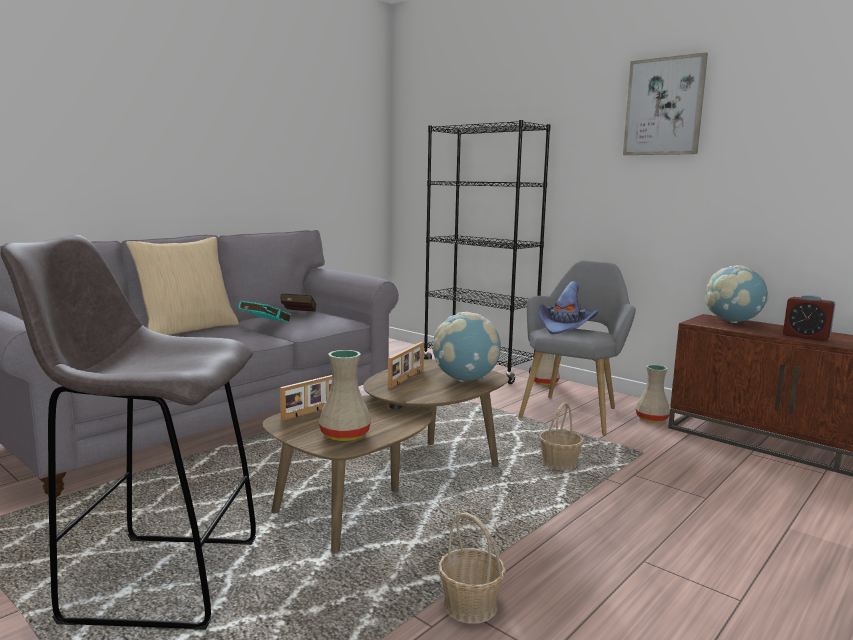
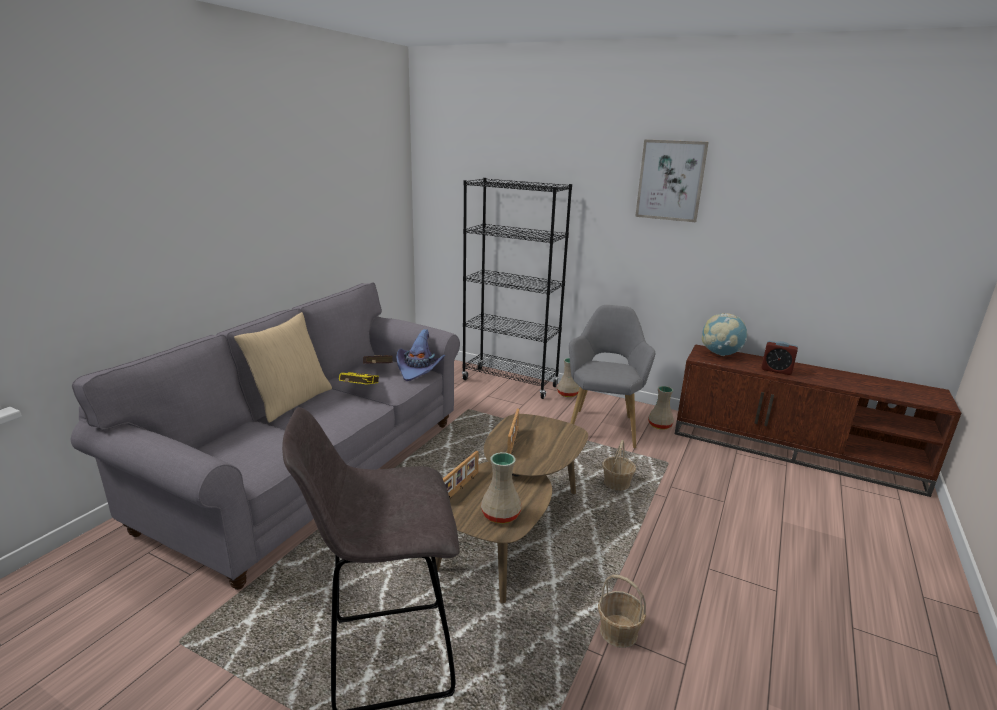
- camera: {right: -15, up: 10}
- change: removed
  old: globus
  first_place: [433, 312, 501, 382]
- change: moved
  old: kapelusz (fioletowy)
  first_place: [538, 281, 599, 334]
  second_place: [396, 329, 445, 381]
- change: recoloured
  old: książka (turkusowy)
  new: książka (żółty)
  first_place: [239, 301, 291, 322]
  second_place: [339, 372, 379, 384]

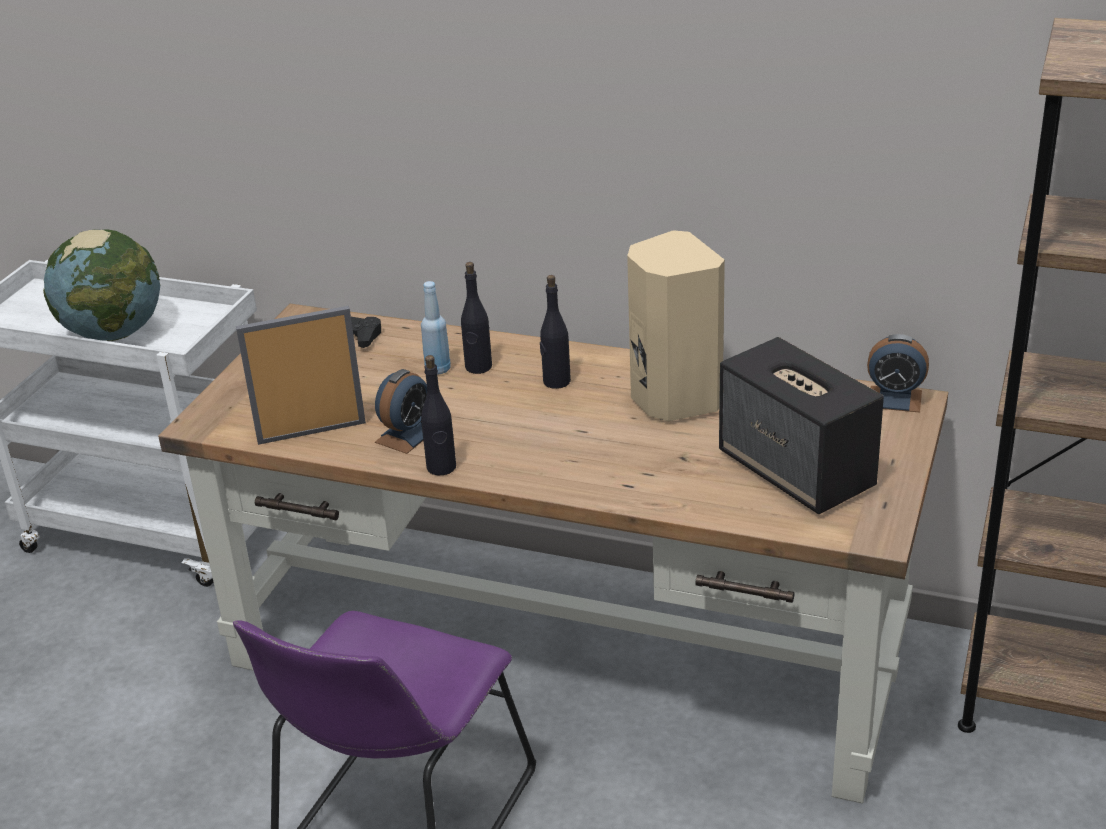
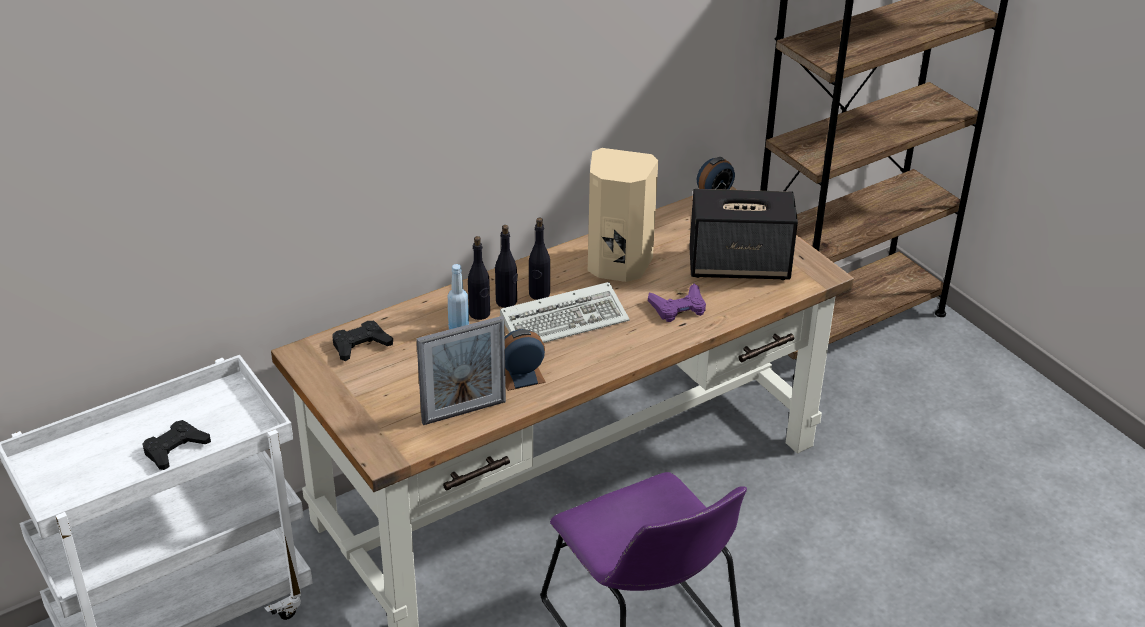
- camera: {right: -55, up: 5}
- change: added
  new: klawiatura
  second_place: [500, 282, 630, 343]
- change: added
  new: pad do gier (fioletowy)
  second_place: [648, 283, 706, 322]
- change: moved
  old: butelka (czarny)
  first_place: [421, 355, 456, 475]
  second_place: [495, 225, 518, 308]
- change: replaced
  old: globus
  new: pad do gier (czarny)
  first_place: [43, 229, 160, 341]
  second_place: [142, 420, 211, 470]
- change: turned
  old: ramka na zdjęcie
  first_place: [236, 306, 366, 445]
  second_place: [416, 316, 506, 425]
  degrees: -135
- change: turned
  old: budzik
  first_place: [375, 369, 427, 454]
  second_place: [505, 329, 546, 391]
  degrees: -90

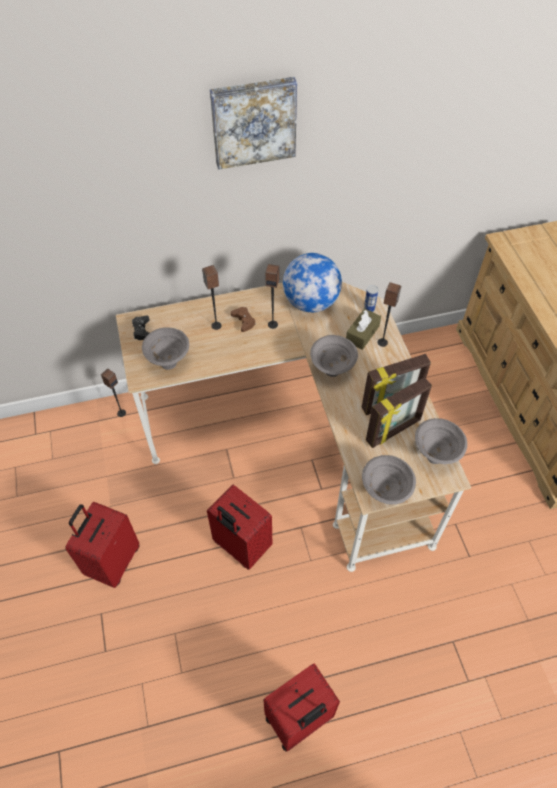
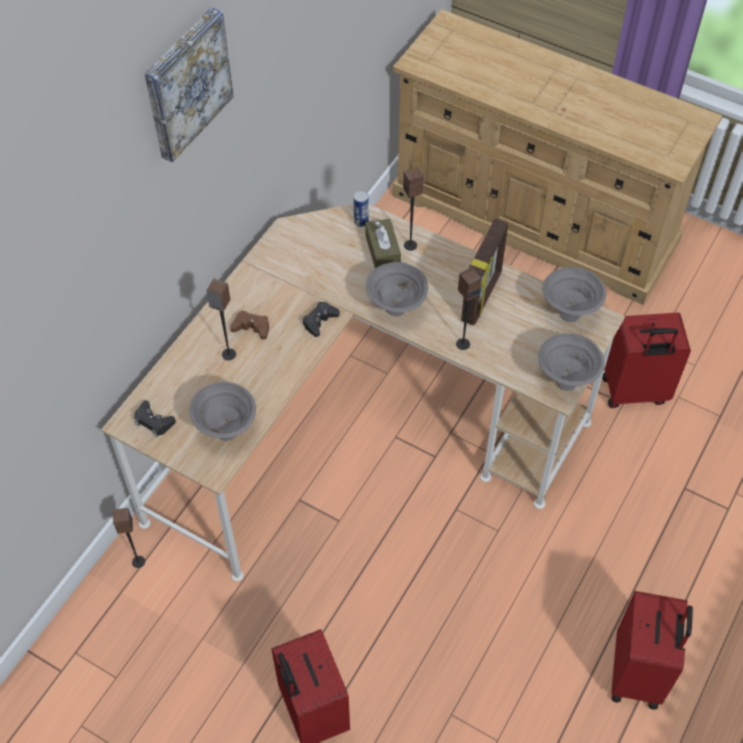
- camera: {right: -45, up: 0}
- change: removed
  old: globus
  first_place: [283, 253, 342, 313]
- change: removed
  old: ramka na zdjęcie
  first_place: [366, 377, 432, 448]
- change: added
  new: pad do gier (czarny)
  second_place: [303, 302, 340, 337]
- change: moved
  old: walizka (czerwony)
  first_place: [207, 484, 272, 570]
  second_place: [602, 313, 691, 408]
- change: moved
  old: głośnik
  first_place: [265, 264, 279, 329]
  second_place: [456, 267, 482, 350]

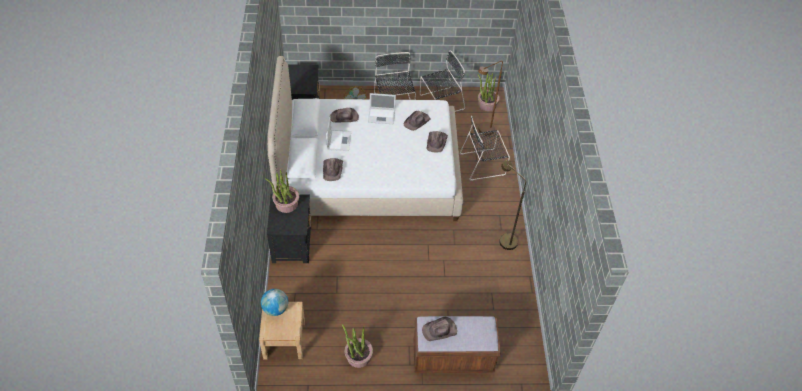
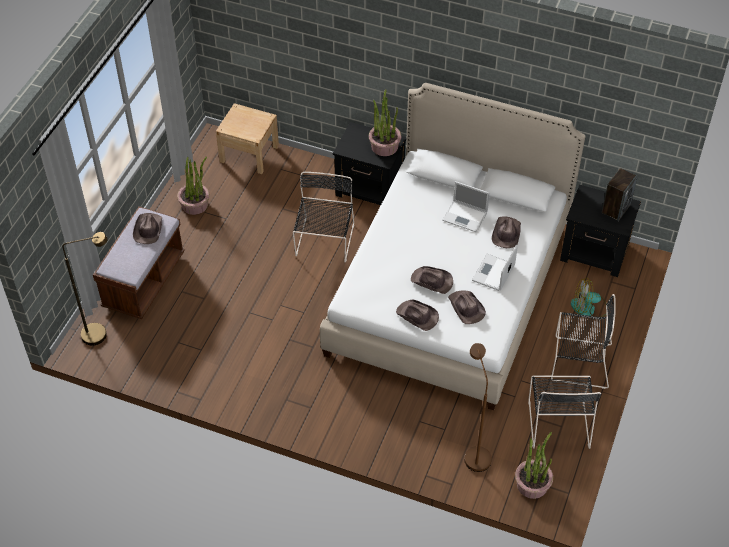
- camera: {right: 115, up: 0}
- change: removed
  old: globus
  first_place: [261, 289, 288, 316]
- change: added
  new: głośnik
  second_place: [602, 168, 638, 221]
- change: moved
  old: kapelusz (brązowy)
  first_place: [323, 158, 343, 181]
  second_place: [411, 266, 453, 294]
- change: moved
  old: krzesło (czarny)
  first_place: [460, 116, 510, 181]
  second_place: [293, 172, 354, 262]
- change: moved
  old: lampa stojąca (brązowy)
  first_place: [499, 160, 526, 250]
  second_place: [62, 232, 107, 346]

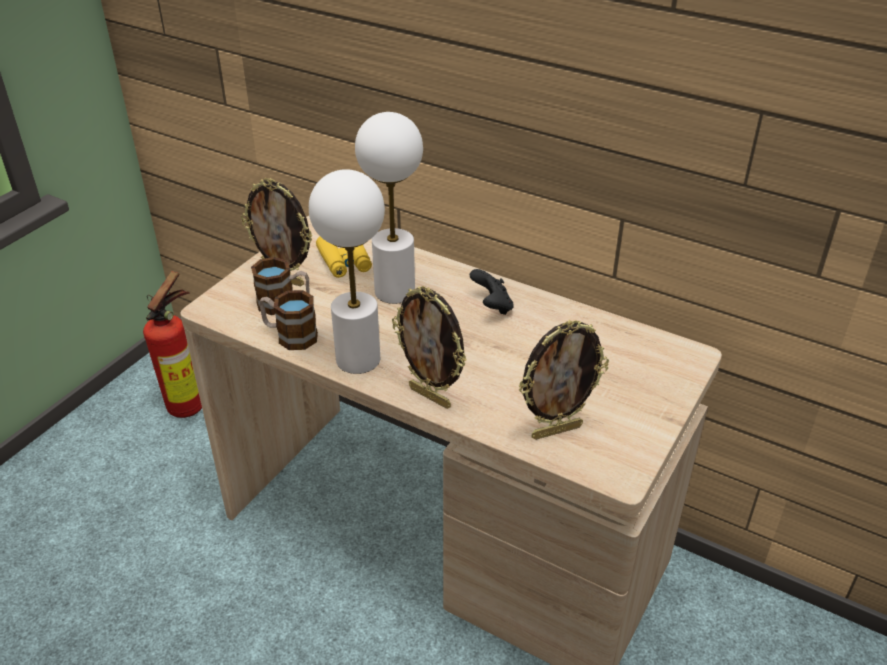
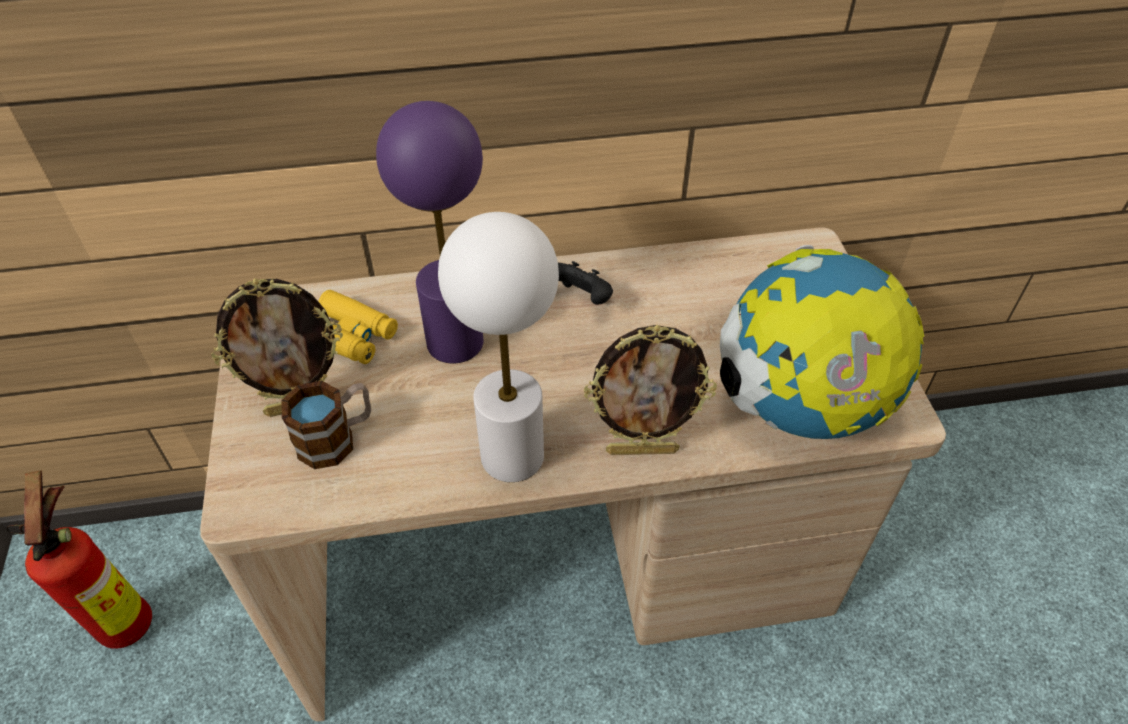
- camera: {right: -40, up: 10}
- change: removed
  old: kubek
  first_place: [259, 290, 318, 350]
- change: replaced
  old: ramka na zdjęcie
  new: globus
  first_place: [518, 320, 609, 440]
  second_place: [720, 245, 924, 439]
- change: recoloured
  old: lampa stołowa (biały)
  new: lampa stołowa (fioletowy)
  first_place: [355, 112, 423, 304]
  second_place: [376, 101, 483, 364]

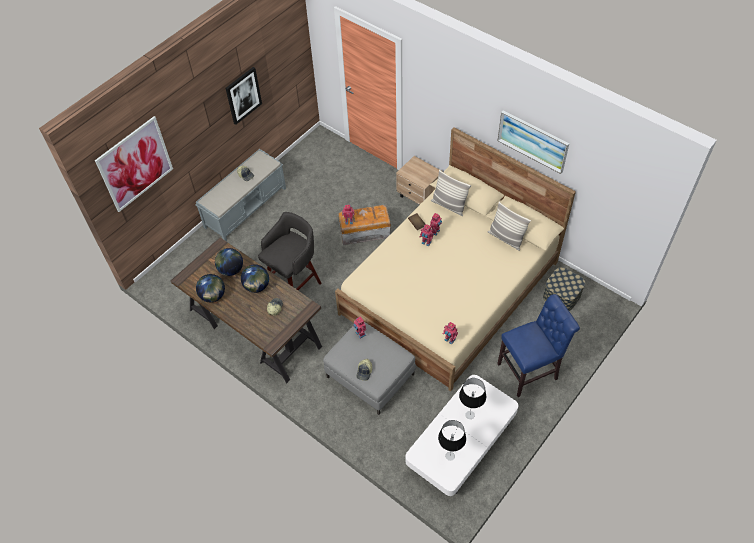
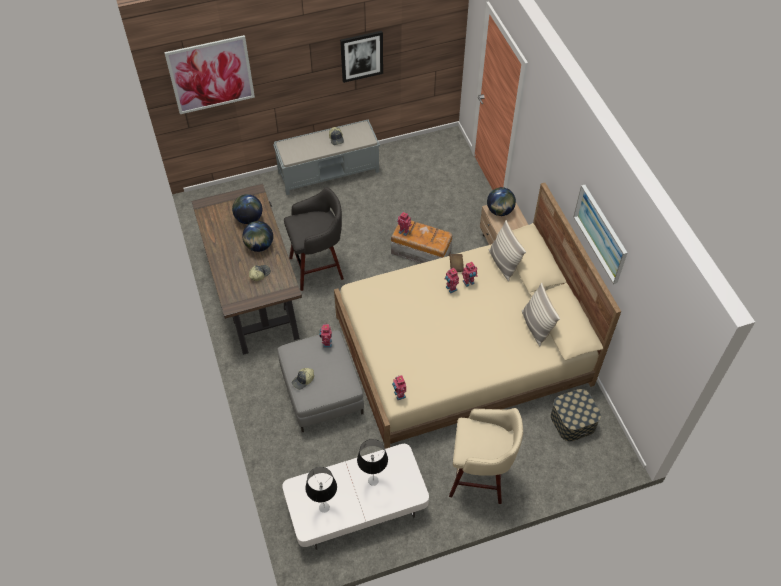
- camera: {right: 30, up: 0}
- change: moved
  old: globus
  first_place: [196, 274, 225, 302]
  second_place: [487, 187, 516, 216]
- change: replaced
  old: krzesło (niebieski)
  new: stołek (beżowy)
  first_place: [497, 294, 580, 397]
  second_place: [449, 408, 523, 504]

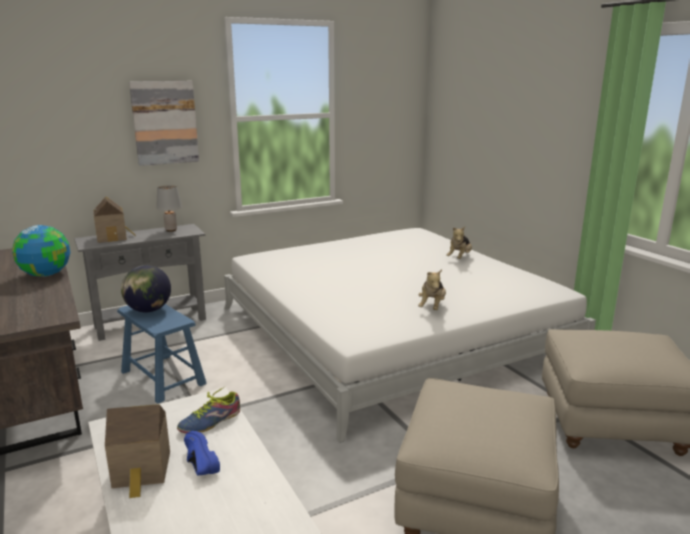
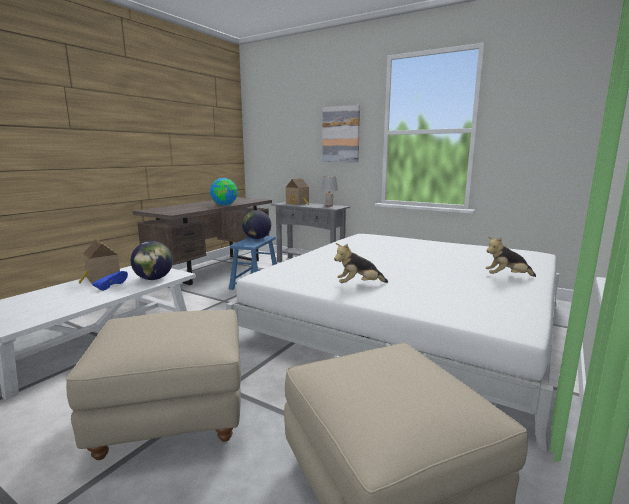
- camera: {right: 60, up: -5}
- change: replaced
  old: but
  new: globus
  first_place: [177, 386, 240, 433]
  second_place: [131, 241, 173, 280]

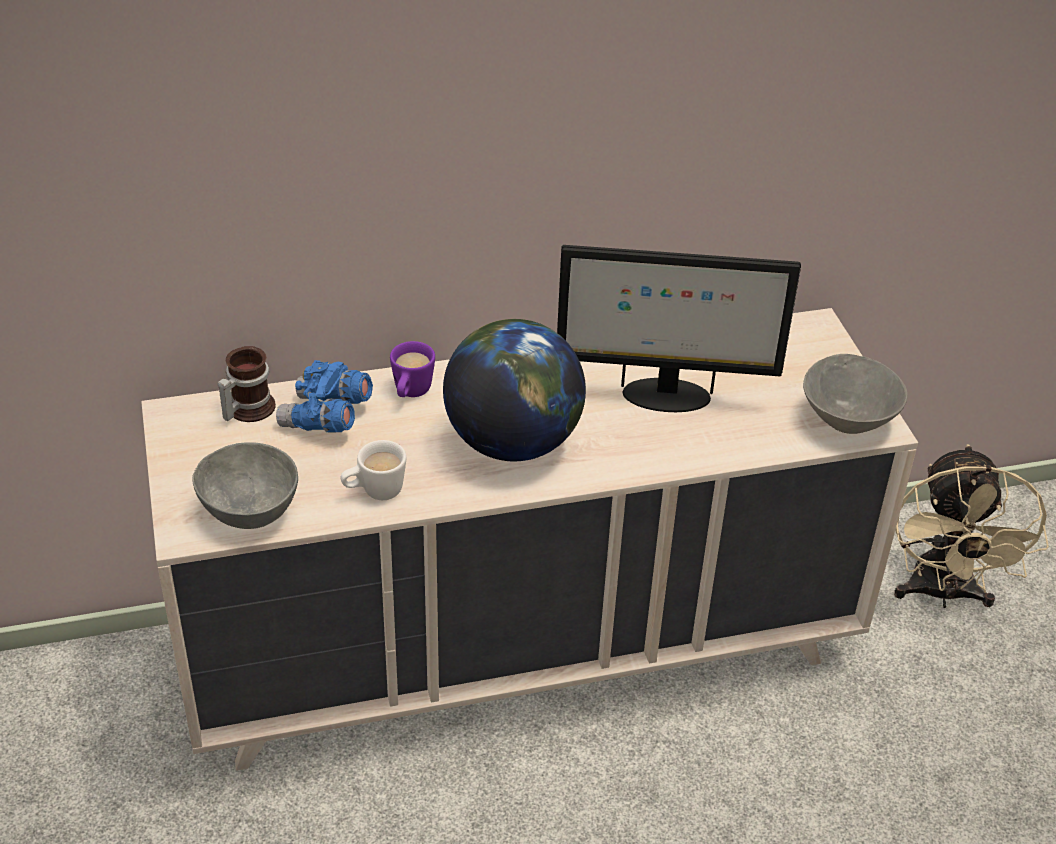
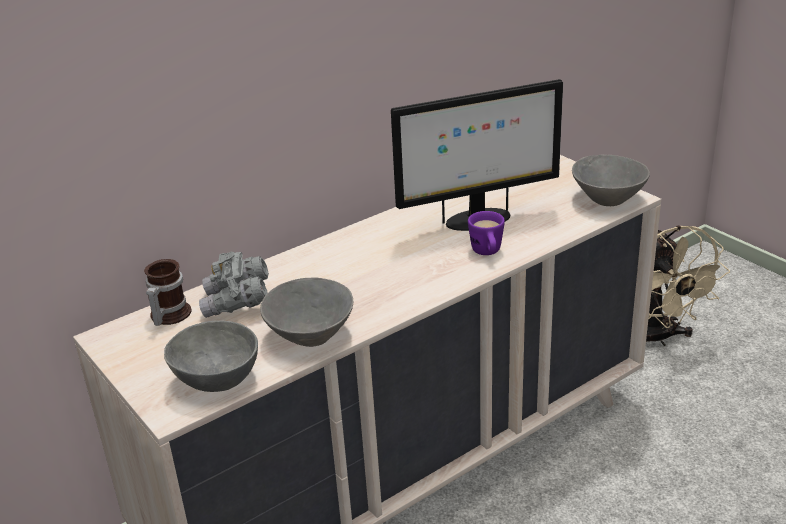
- camera: {right: -20, up: -10}
- change: removed
  old: globus
  first_place: [443, 319, 586, 461]
- change: moved
  old: kubek (fioletowy)
  first_place: [390, 341, 435, 397]
  second_place: [468, 211, 505, 255]
- change: replaced
  old: kubek (biały)
  new: miska (szary)
  first_place: [341, 440, 406, 500]
  second_place: [260, 277, 353, 347]
- change: recoloured
  old: lornetka (niebieski)
  new: lornetka (szary)
  first_place: [276, 360, 373, 433]
  second_place: [199, 251, 269, 318]

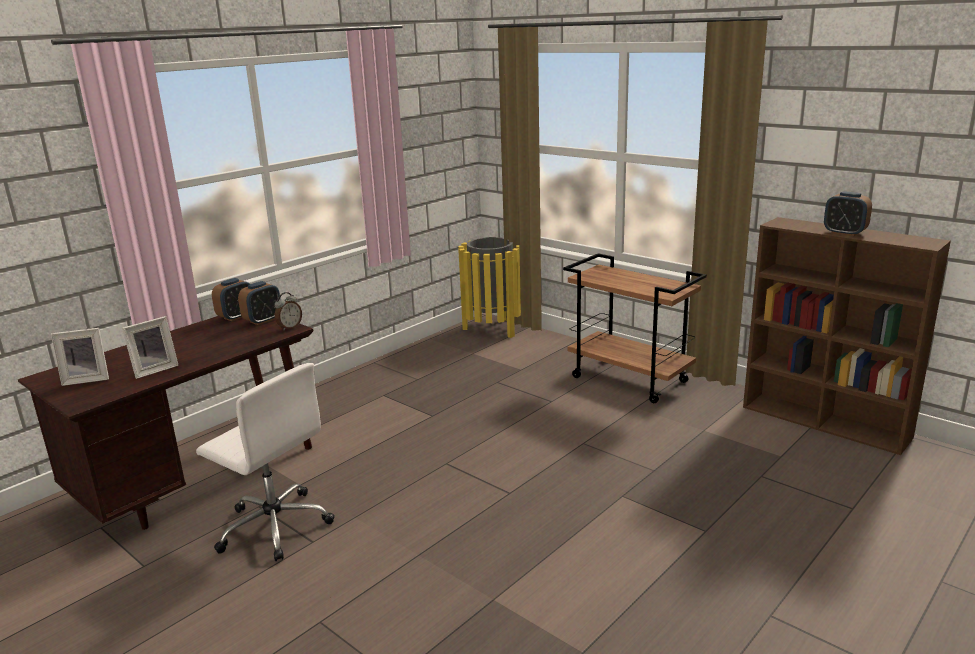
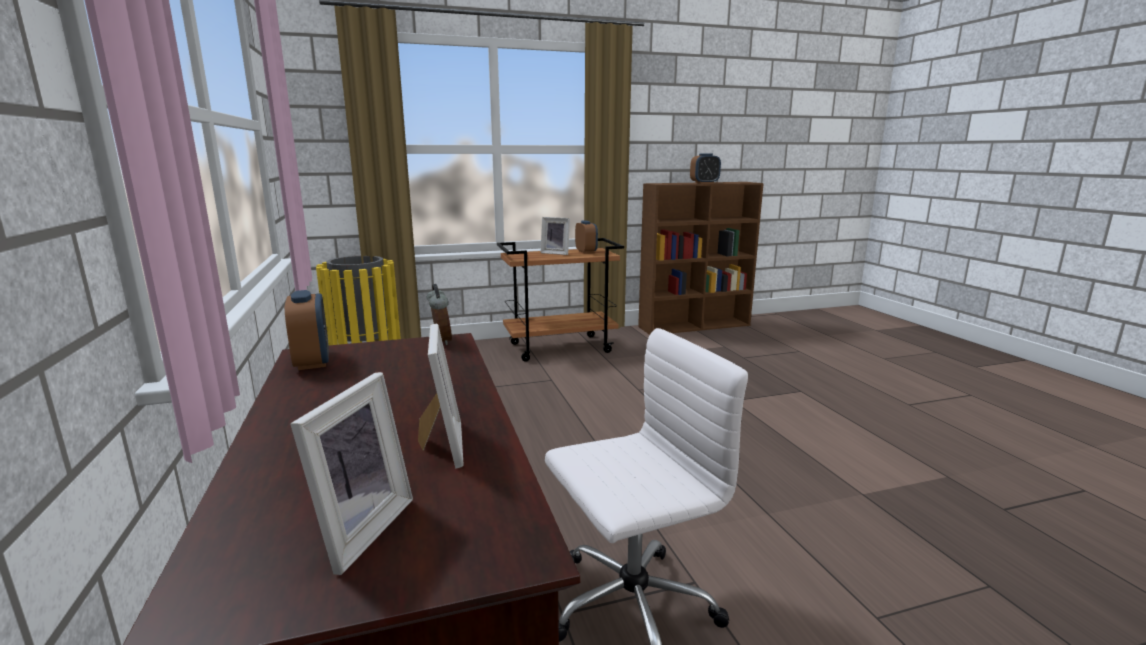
- camera: {right: -60, up: -5}
- change: added
  new: ramka na zdjęcie
  second_place: [541, 217, 570, 255]
- change: moved
  old: budzik
  first_place: [238, 281, 280, 325]
  second_place: [575, 220, 598, 253]

